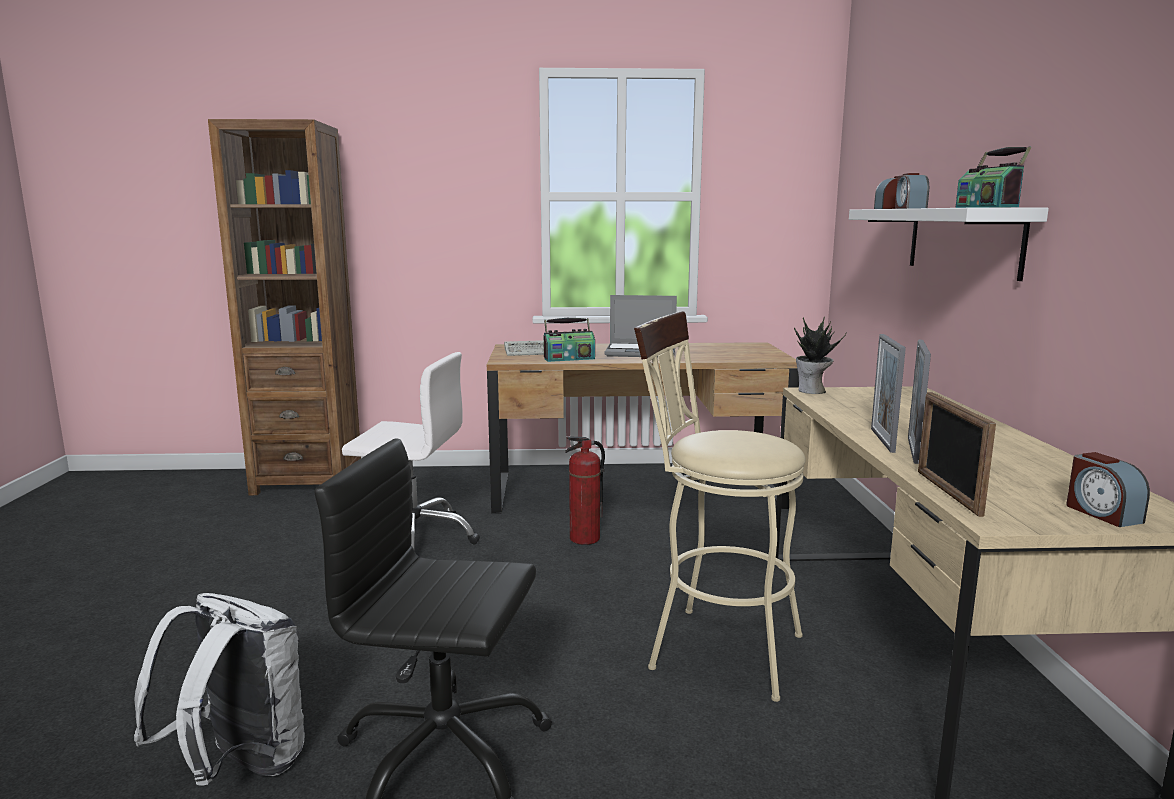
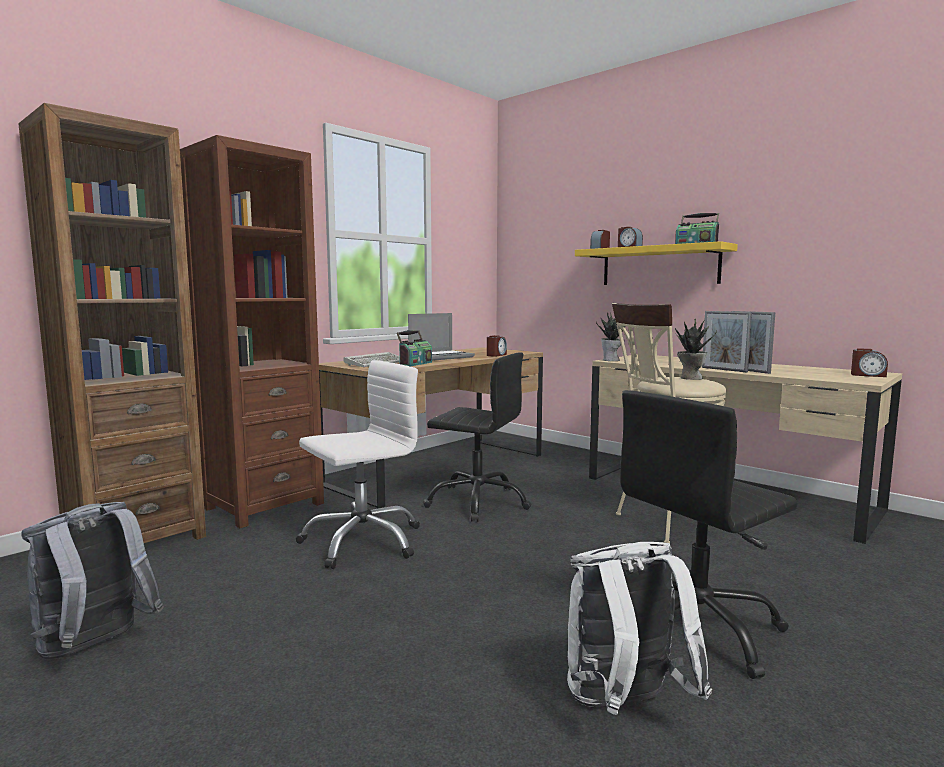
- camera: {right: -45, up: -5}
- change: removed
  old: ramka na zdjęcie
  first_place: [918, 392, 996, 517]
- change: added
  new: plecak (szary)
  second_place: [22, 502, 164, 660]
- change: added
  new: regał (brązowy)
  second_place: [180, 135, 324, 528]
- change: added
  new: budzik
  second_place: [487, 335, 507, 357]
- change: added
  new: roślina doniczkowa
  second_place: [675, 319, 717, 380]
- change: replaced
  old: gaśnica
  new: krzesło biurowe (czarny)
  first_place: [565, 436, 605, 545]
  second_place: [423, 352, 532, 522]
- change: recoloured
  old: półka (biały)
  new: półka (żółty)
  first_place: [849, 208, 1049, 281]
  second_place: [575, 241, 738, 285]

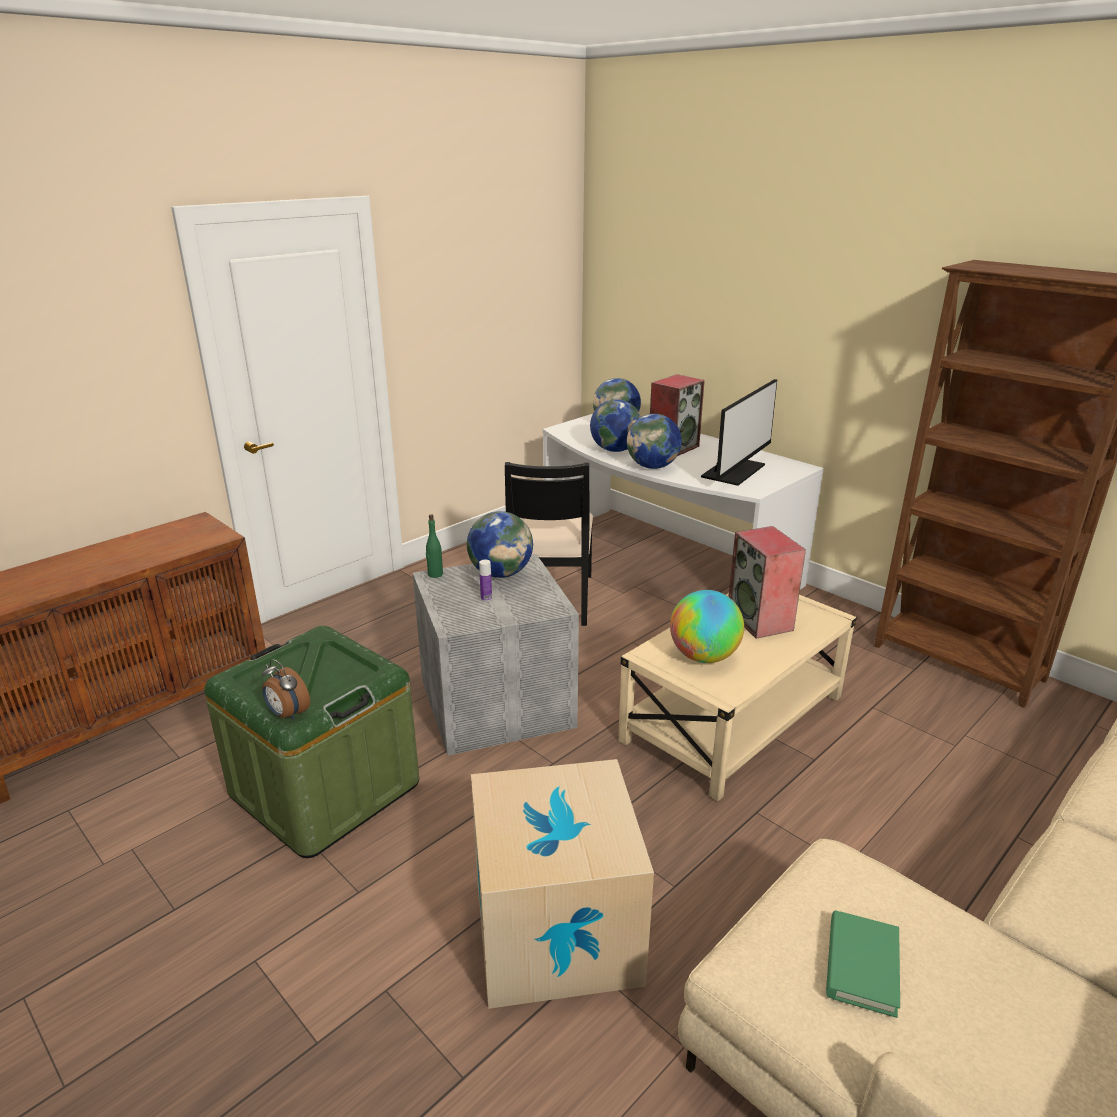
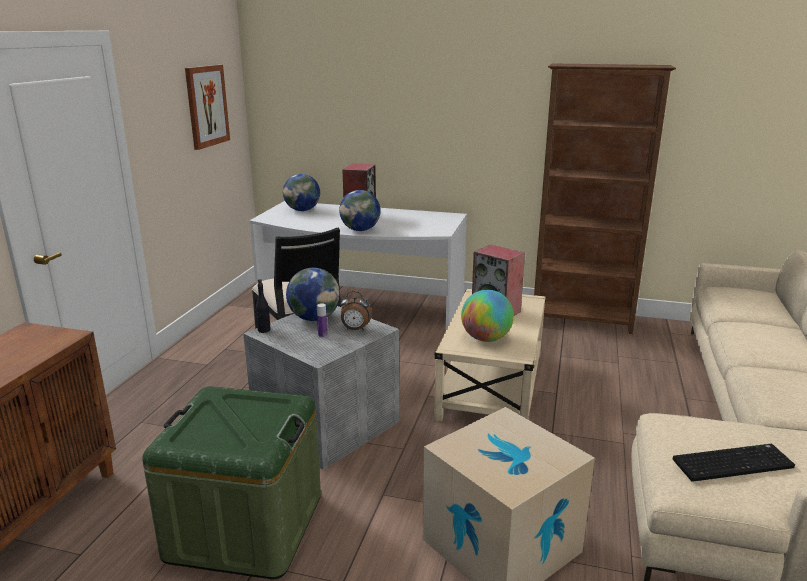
- camera: {right: -30, up: -5}
- change: removed
  old: globus
  first_place: [590, 399, 641, 452]
- change: removed
  old: monitor
  first_place: [701, 379, 777, 486]
- change: added
  new: obraz
  second_place: [185, 65, 230, 150]
- change: moved
  old: budzik
  first_place: [262, 659, 310, 720]
  second_place: [340, 291, 372, 331]
- change: replaced
  old: książka (zielony)
  new: klawiatura
  first_place: [826, 911, 900, 1018]
  second_place: [673, 444, 795, 482]
- change: recoloured
  old: butelka (zielony)
  new: butelka (czarny)
  first_place: [426, 514, 443, 578]
  second_place: [256, 279, 271, 333]

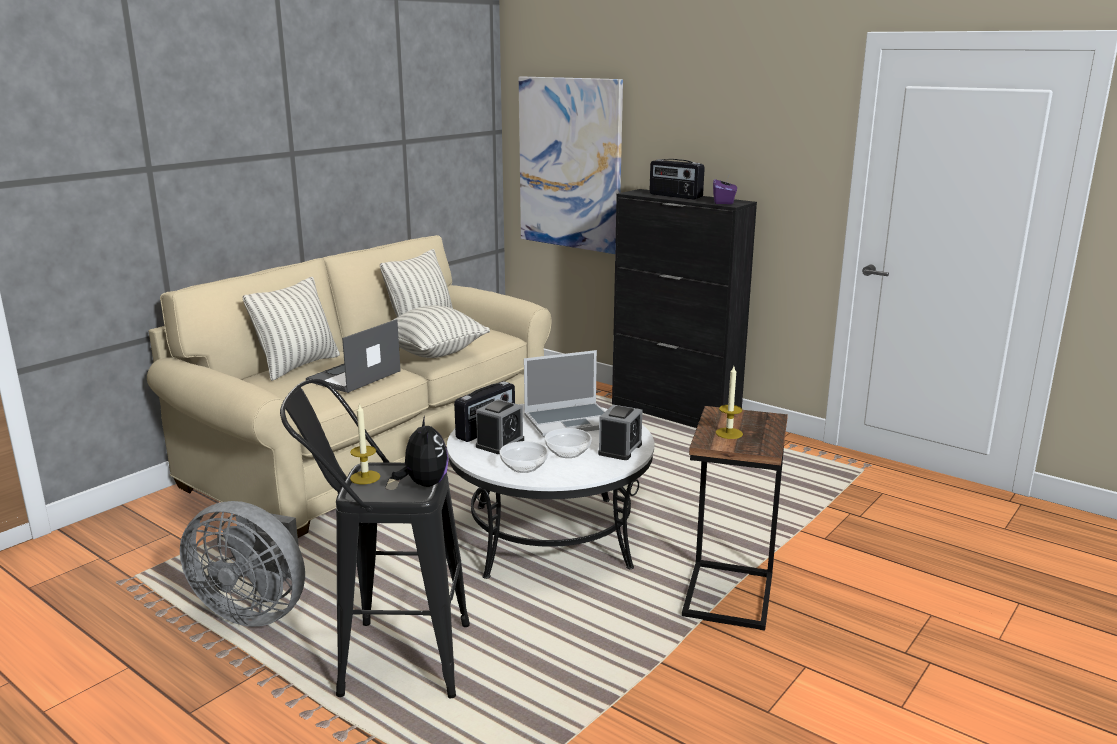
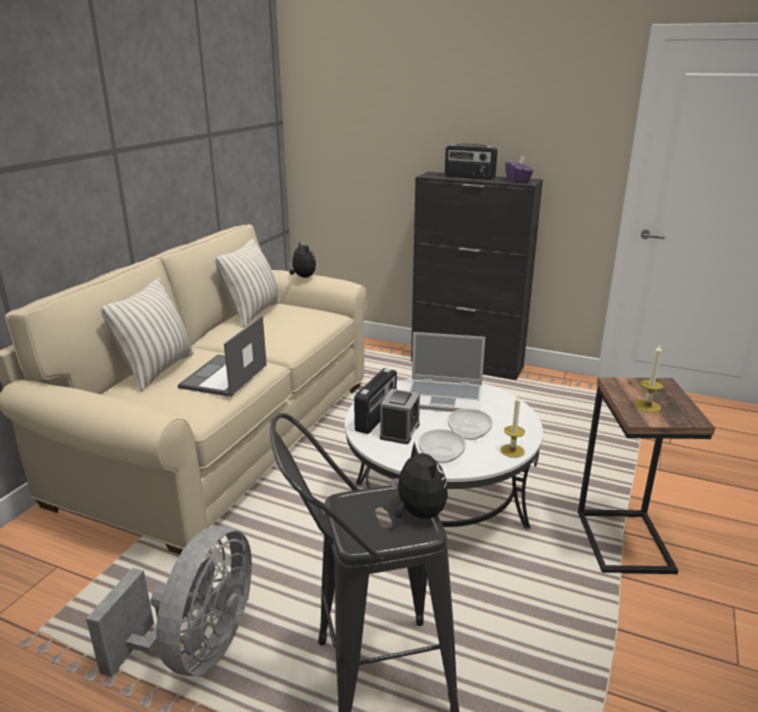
- camera: {right: -15, up: 5}
- change: removed
  old: poduszka
  first_place: [392, 305, 490, 358]
- change: removed
  old: obraz
  first_place: [519, 77, 623, 254]
- change: removed
  old: budzik
  first_place: [598, 405, 642, 460]
- change: added
  new: pluszak
  second_place: [289, 240, 316, 278]
- change: moved
  old: świeca
  first_place: [350, 403, 381, 484]
  second_place: [501, 395, 525, 458]
- change: turned
  old: wentylator (szary)
  first_place: [180, 501, 305, 627]
  second_place: [86, 526, 252, 677]
  degrees: -75
- change: turned
  old: laptop
  first_place: [524, 350, 605, 437]
  second_place: [409, 332, 485, 412]
  degrees: 45

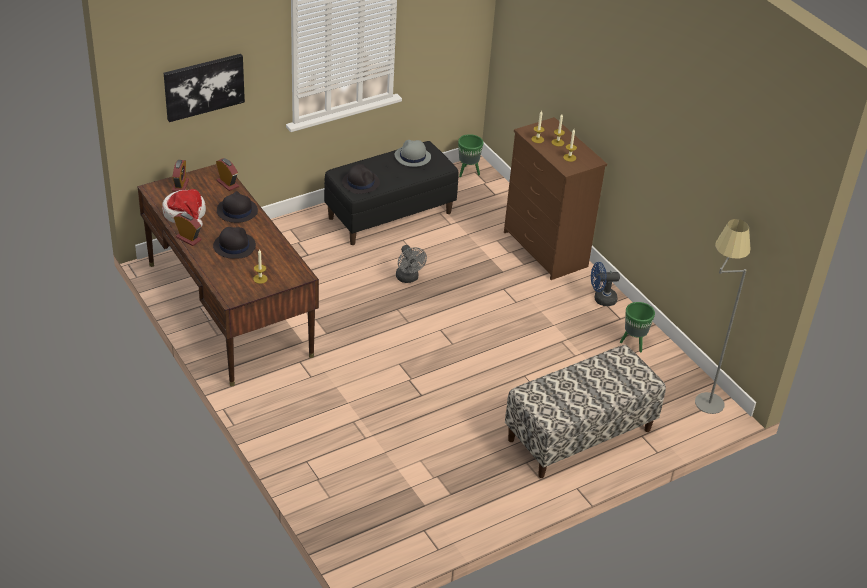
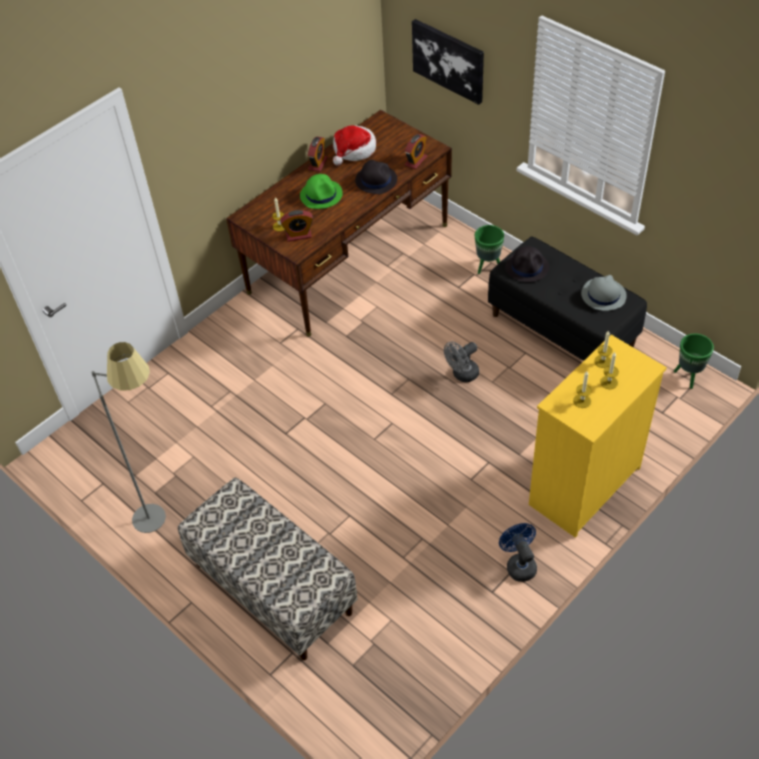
- camera: {right: 80, up: 10}
- change: moved
  old: budzik
  first_place: [172, 160, 189, 192]
  second_place: [280, 210, 313, 242]
- change: moved
  old: donica (zielony)
  first_place: [620, 302, 655, 353]
  second_place: [475, 225, 504, 274]
- change: moved
  old: lampa stojąca (szary)
  first_place: [695, 219, 751, 414]
  second_place: [91, 342, 166, 533]
- change: recoloured
  old: kapelusz (czarny)
  new: kapelusz (zielony)
  first_place: [213, 227, 256, 259]
  second_place: [300, 174, 343, 209]
- change: recoloured
  old: komoda (brązowy)
  new: komoda (żółty)
  first_place: [504, 117, 607, 280]
  second_place: [529, 335, 667, 538]

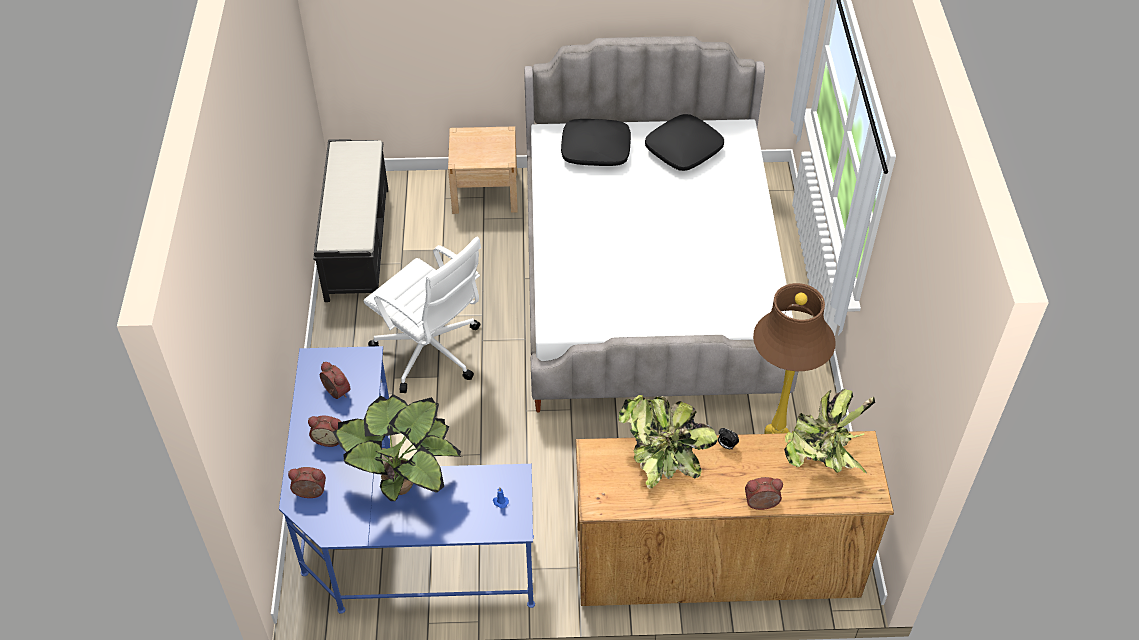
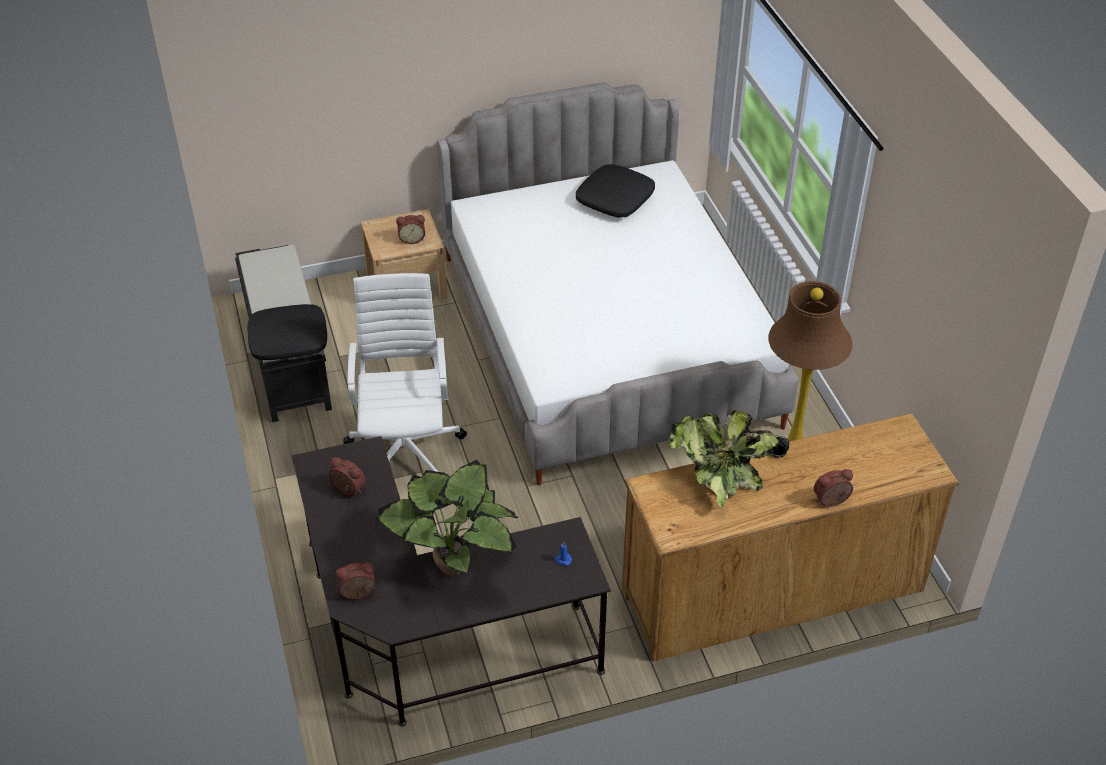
- camera: {right: -15, up: -5}
- change: removed
  old: roślina doniczkowa
  first_place: [784, 389, 875, 474]
- change: moved
  old: budzik
  first_place: [308, 416, 341, 447]
  second_place: [396, 215, 425, 244]
- change: moved
  old: poduszka (czarny)
  first_place: [561, 119, 631, 166]
  second_place: [248, 304, 327, 360]
- change: recoloured
  old: biurko (niebieski)
  new: biurko (czarny)
  first_place: [279, 346, 535, 614]
  second_place: [292, 436, 611, 726]
- change: turned
  old: krzesło biurowe (biały)
  first_place: [364, 237, 481, 393]
  second_place: [344, 273, 467, 472]
  degrees: -120

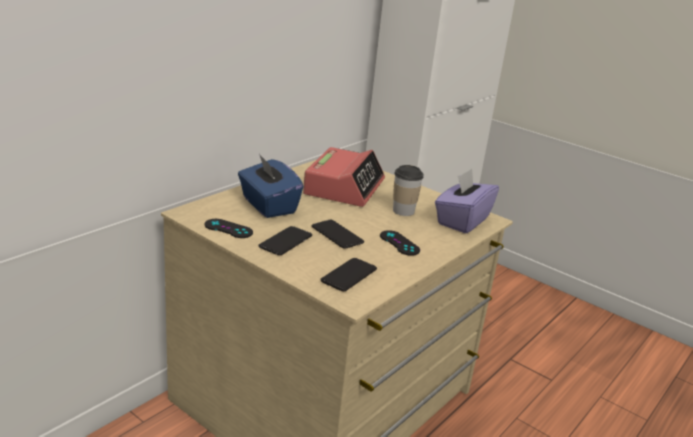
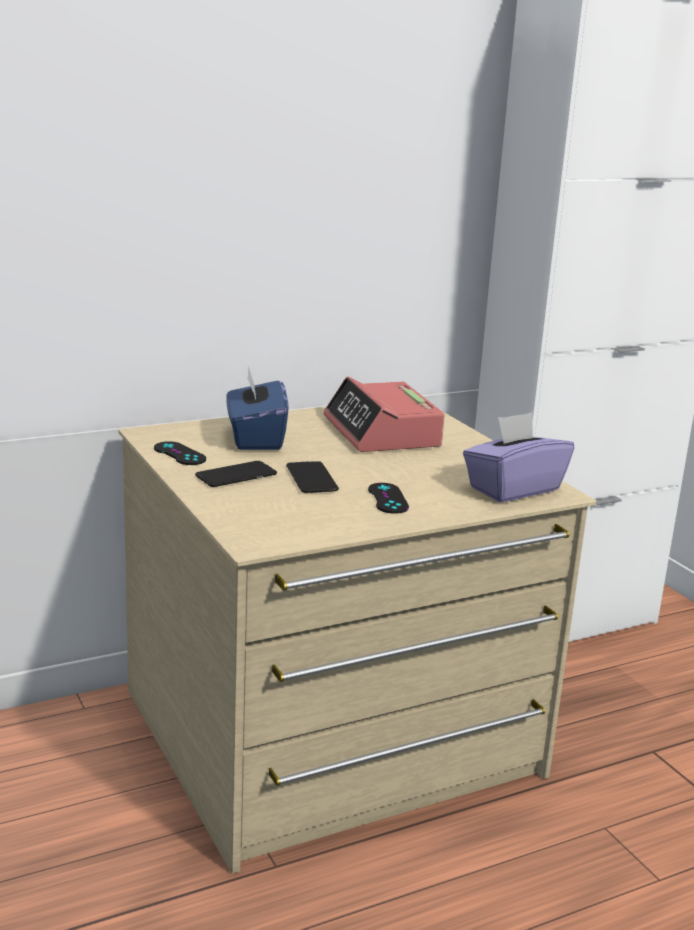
- camera: {right: 25, up: -5}
- change: removed
  old: telefon
  first_place: [320, 258, 377, 291]
- change: removed
  old: filiżanka
  first_place: [393, 165, 423, 216]
- change: turned
  old: budzik
  first_place: [303, 147, 385, 207]
  second_place: [324, 376, 444, 452]
  degrees: 120

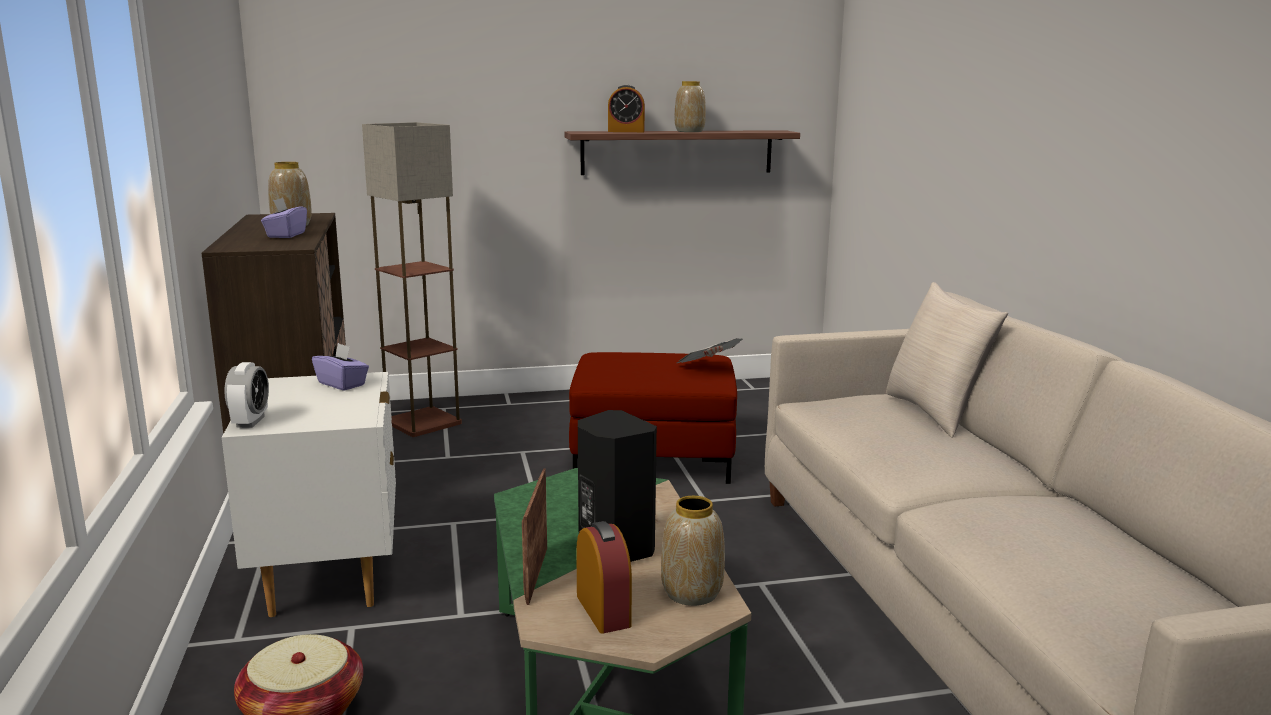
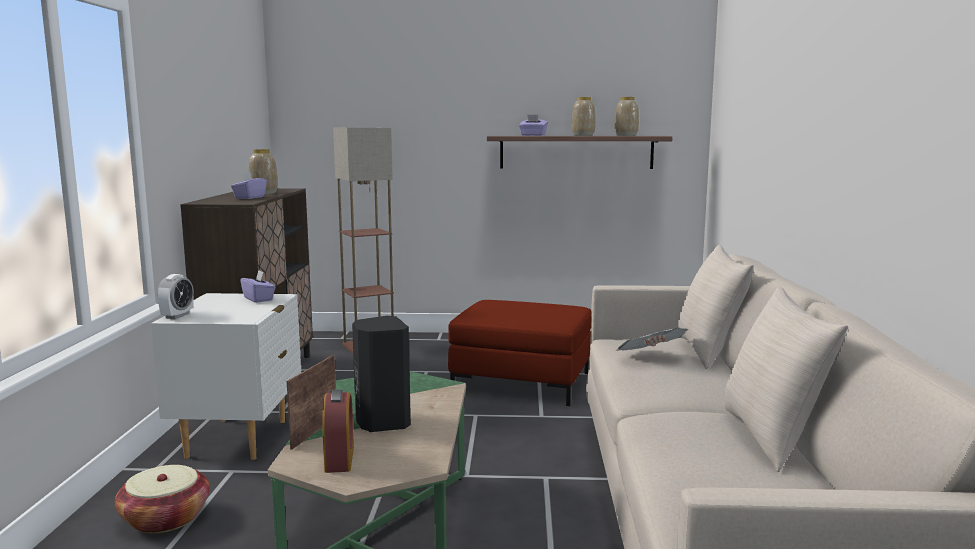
- camera: {right: 15, up: -5}
- change: added
  new: poduszka (beżowy)
  second_place: [724, 287, 848, 472]
- change: moved
  old: wazon
  first_place: [661, 496, 725, 606]
  second_place: [614, 97, 639, 136]
- change: moved
  old: gazeta
  first_place: [677, 338, 743, 363]
  second_place: [616, 328, 688, 351]
- change: replaced
  old: budzik
  new: pudełko chusteczek (fioletowy)
  first_place: [608, 85, 645, 132]
  second_place: [519, 114, 548, 136]

